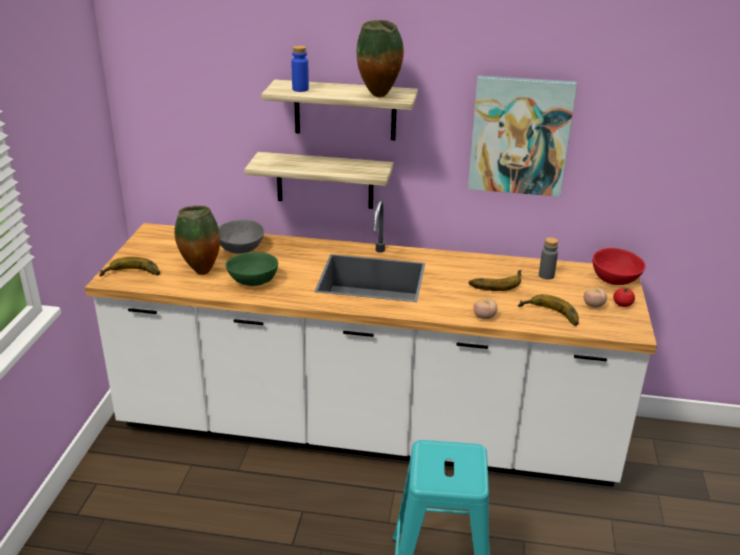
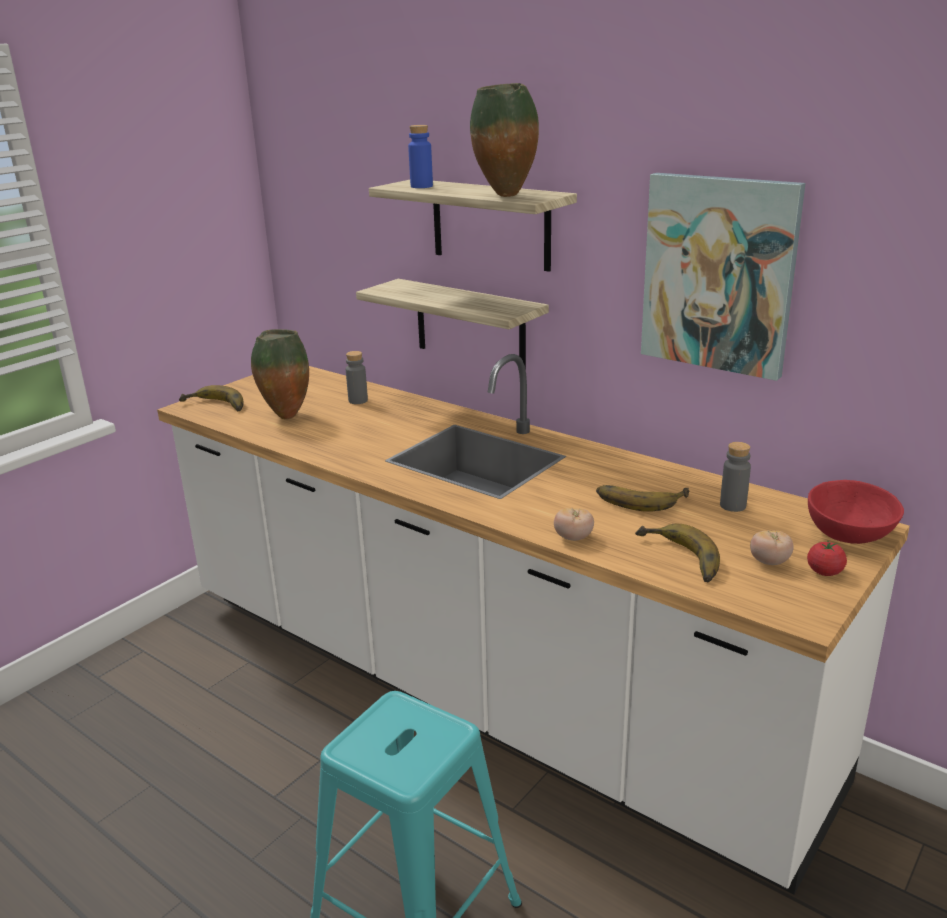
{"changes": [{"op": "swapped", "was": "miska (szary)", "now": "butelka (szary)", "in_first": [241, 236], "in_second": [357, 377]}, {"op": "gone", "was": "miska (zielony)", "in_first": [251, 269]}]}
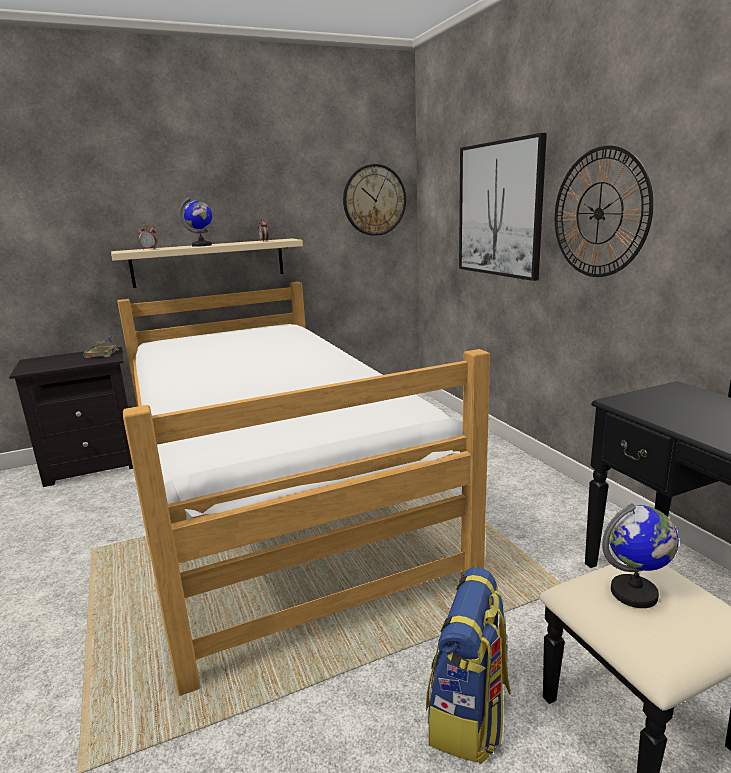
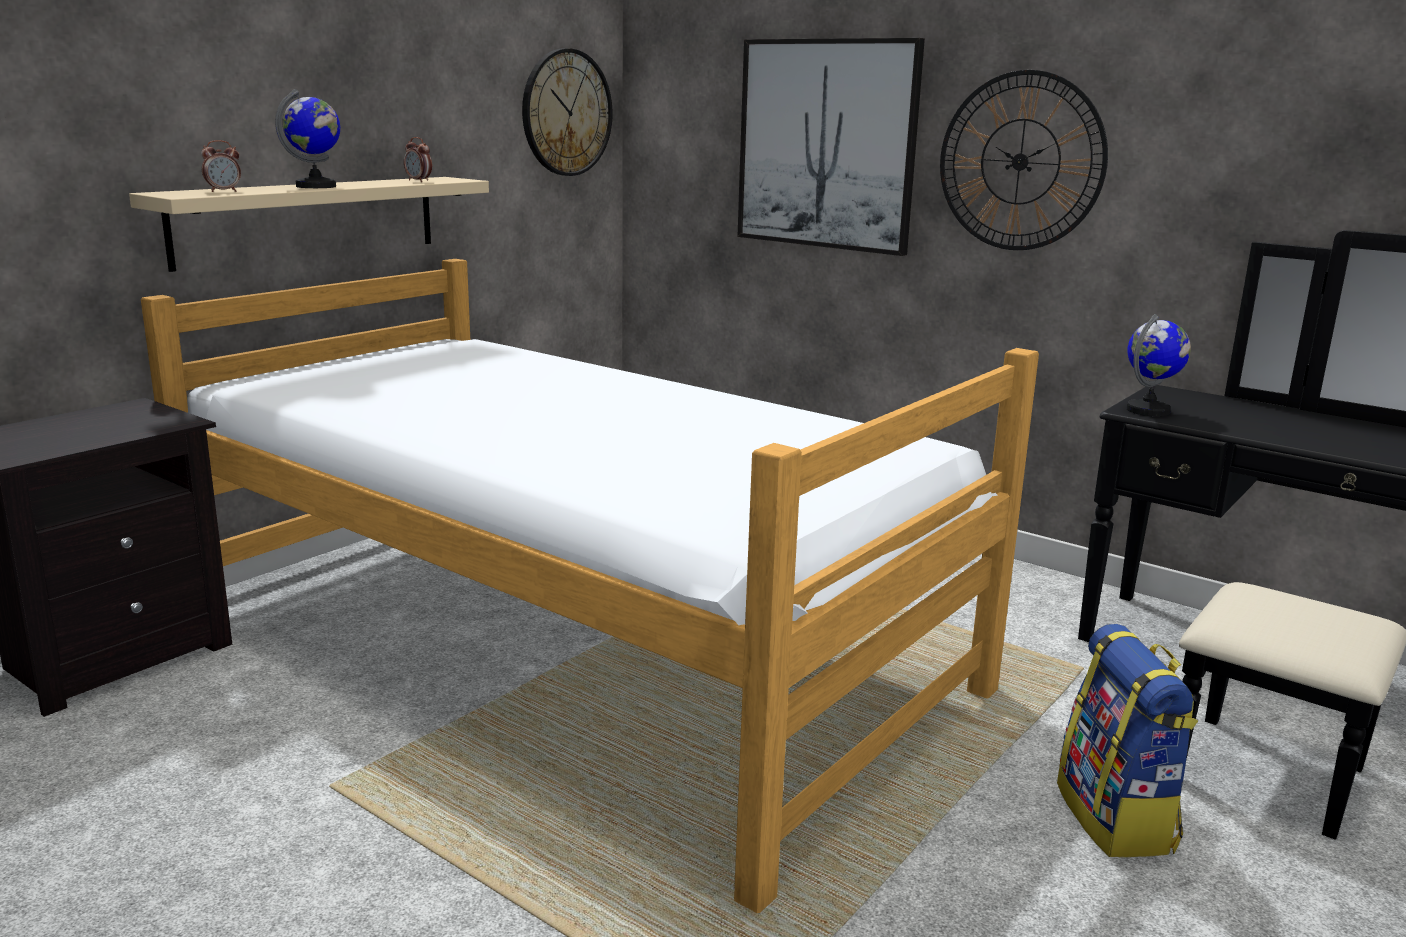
{"changes": [{"op": "gone", "was": "książka", "in_first": [101, 346]}, {"op": "shifted", "was": "globus", "in_first": [640, 555], "in_second": [1159, 365]}]}
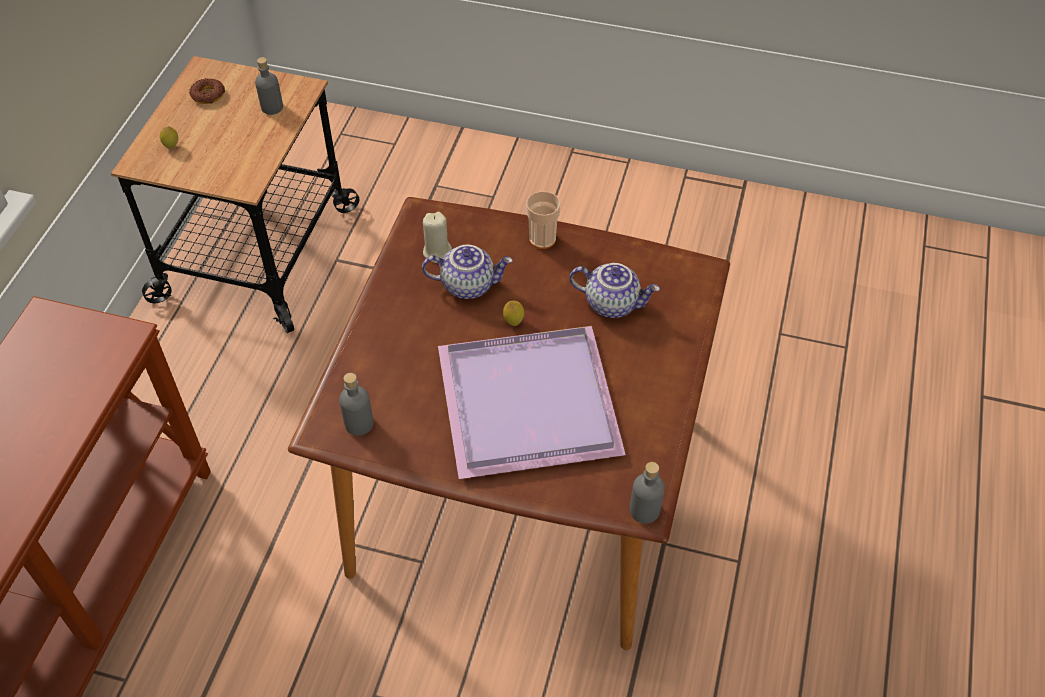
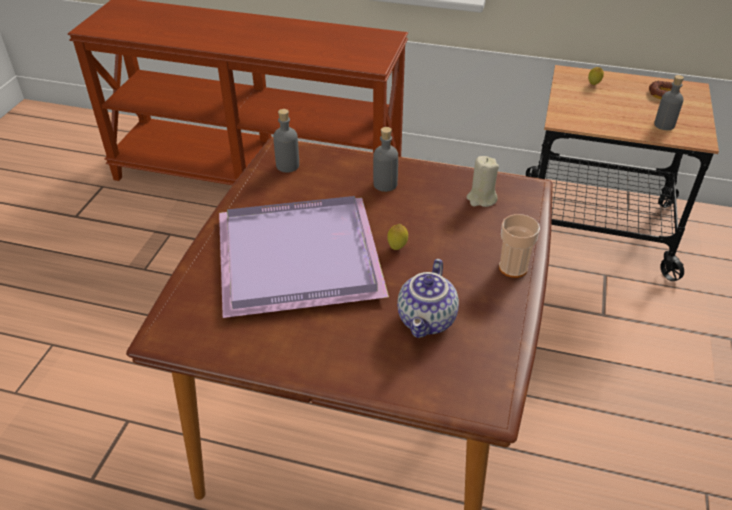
{"changes": [{"op": "gone", "was": "imbryk", "in_first": [467, 272]}, {"op": "shifted", "was": "butelka (szary)", "in_first": [647, 493], "in_second": [385, 159]}]}
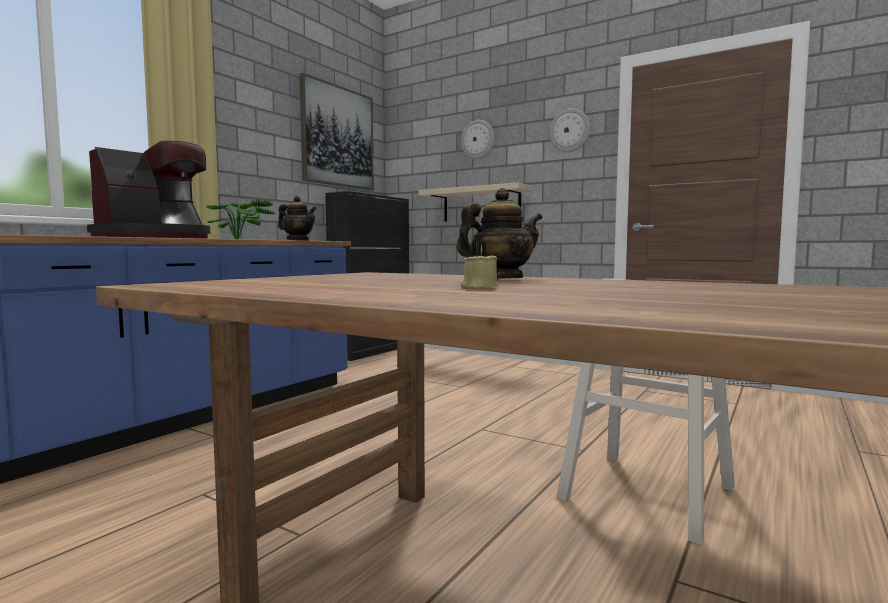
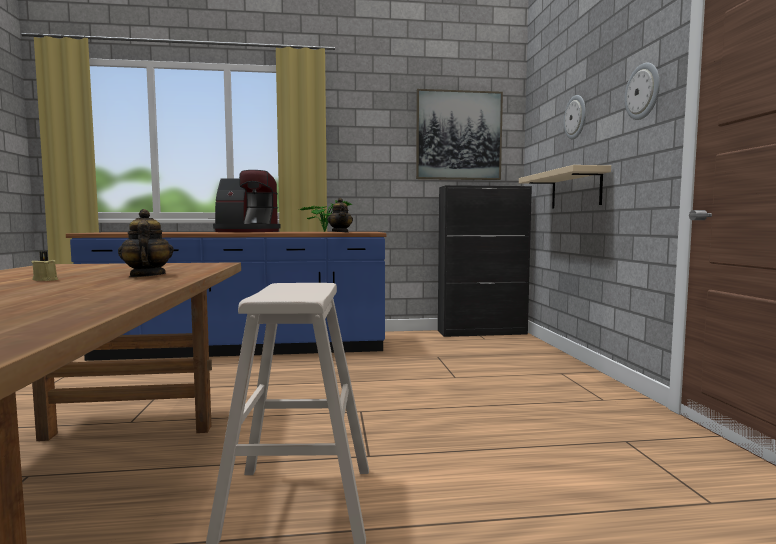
{"changes": [{"op": "rotated", "was": "imbryk", "in_first": [500, 233], "in_second": [146, 243], "clockwise": -135}]}
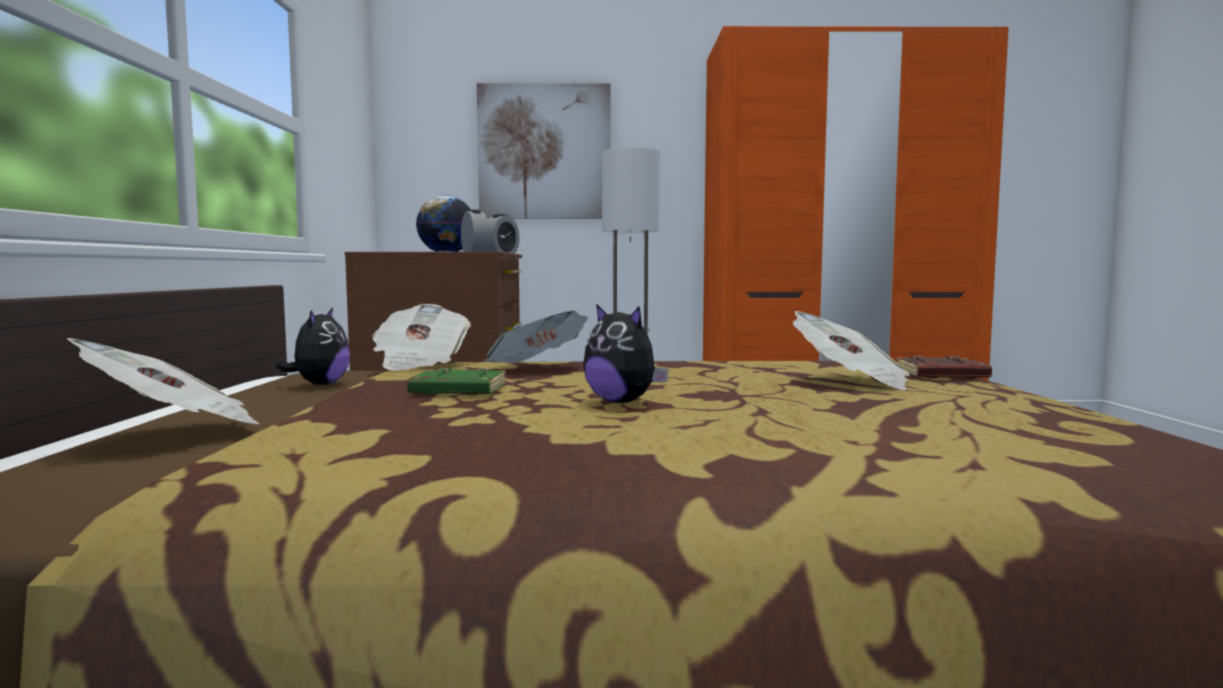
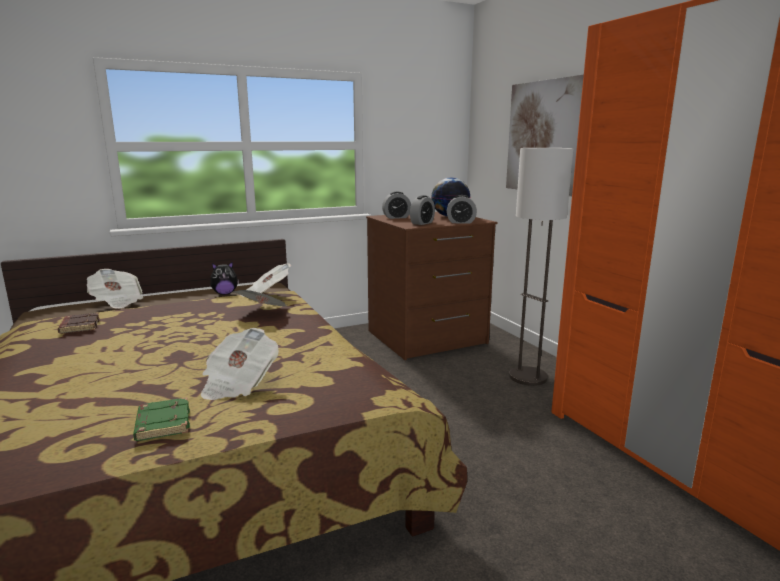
{"changes": [{"op": "gone", "was": "pluszak", "in_first": [626, 353]}, {"op": "shifted", "was": "książka (brązowy)", "in_first": [944, 367], "in_second": [79, 323]}, {"op": "shifted", "was": "książka (zielony)", "in_first": [456, 381], "in_second": [161, 419]}, {"op": "new", "now": "budzik", "in_second": [396, 205]}]}
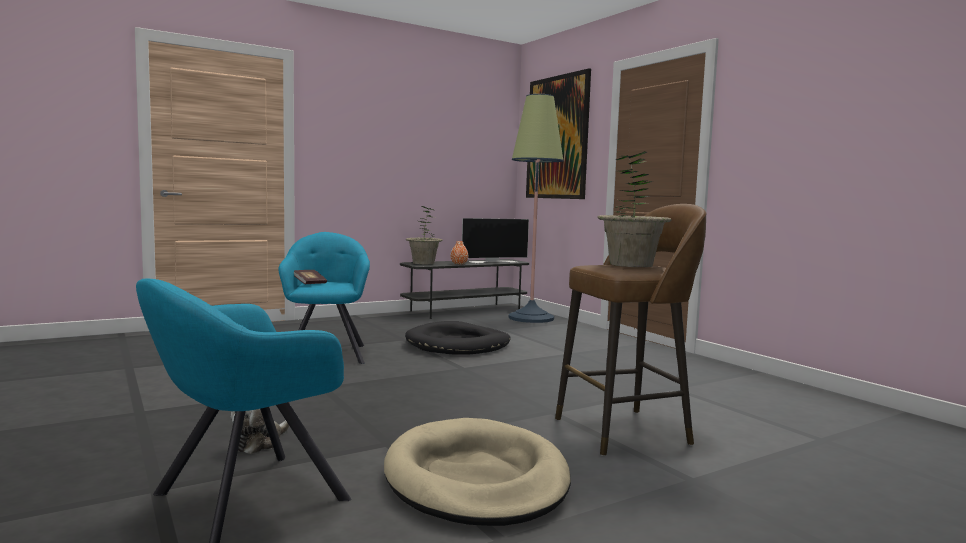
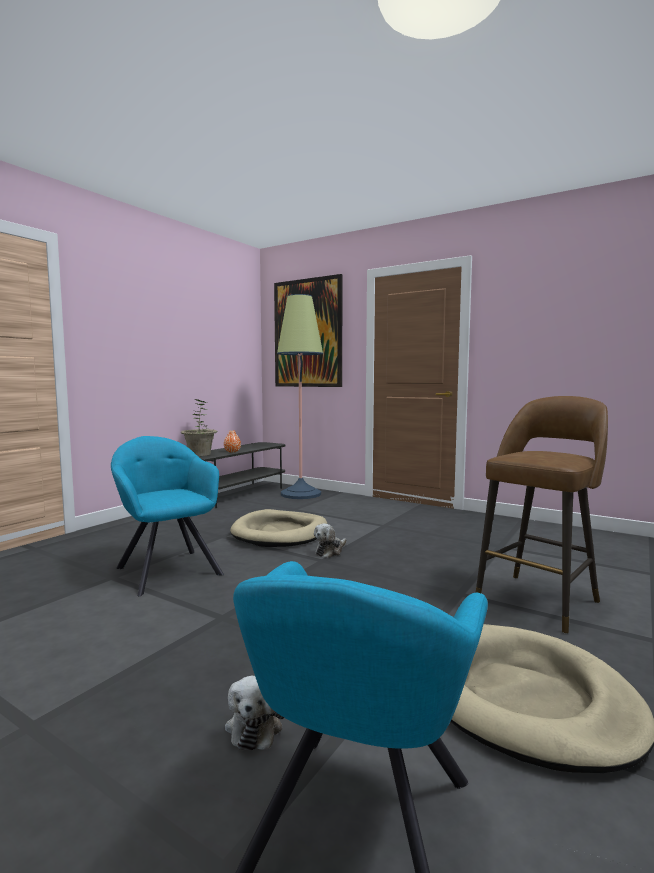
{"changes": [{"op": "gone", "was": "roślina doniczkowa", "in_first": [634, 209]}, {"op": "gone", "was": "telewizor", "in_first": [495, 240]}, {"op": "gone", "was": "książka", "in_first": [310, 277]}, {"op": "repainted", "was": "legowisko (czarny)", "now": "legowisko (beżowy)", "in_first": [458, 338], "in_second": [278, 528]}, {"op": "new", "now": "pluszak", "in_second": [330, 541]}]}
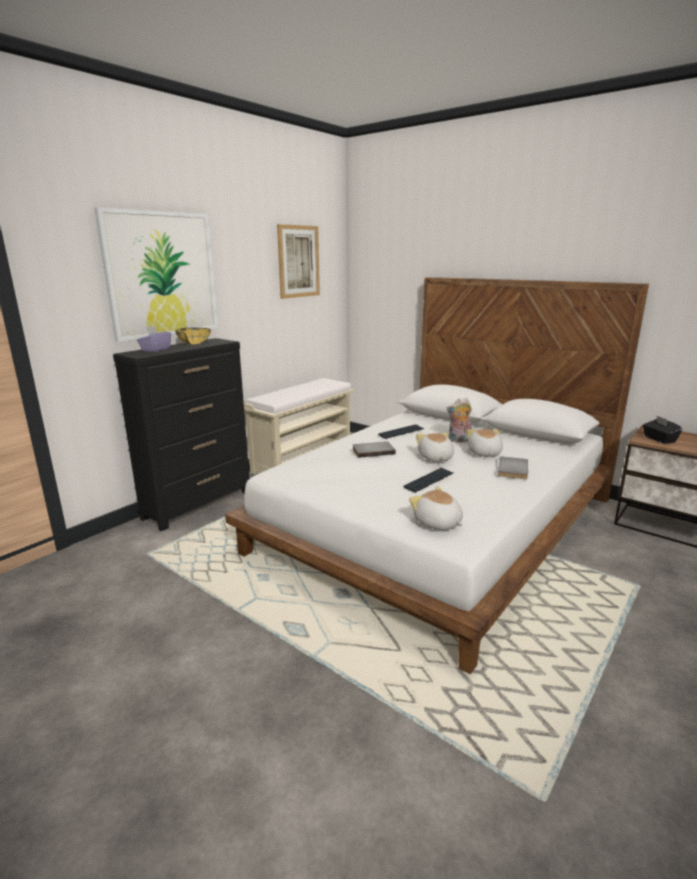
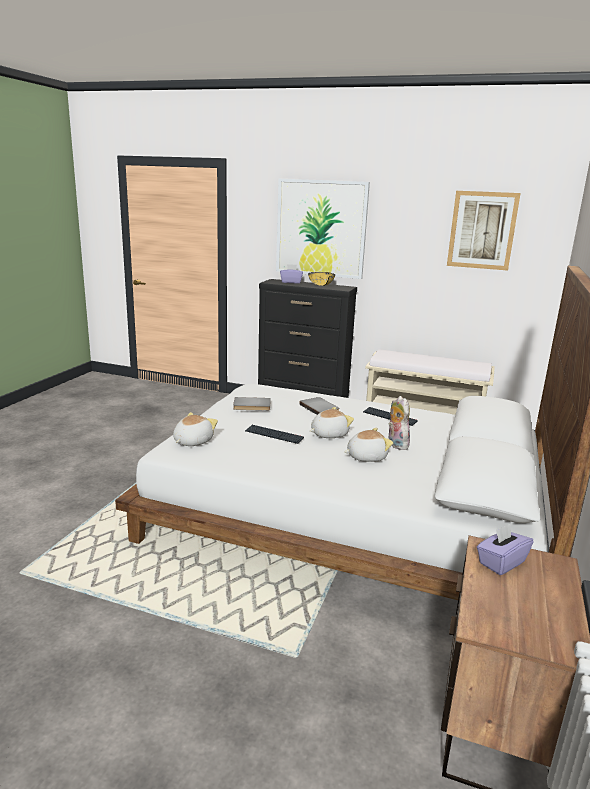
{"changes": [{"op": "repainted", "was": "pudełko chusteczek (czarny)", "now": "pudełko chusteczek (fioletowy)", "in_first": [663, 429], "in_second": [505, 549]}, {"op": "shifted", "was": "książka (szary)", "in_first": [513, 467], "in_second": [252, 404]}]}
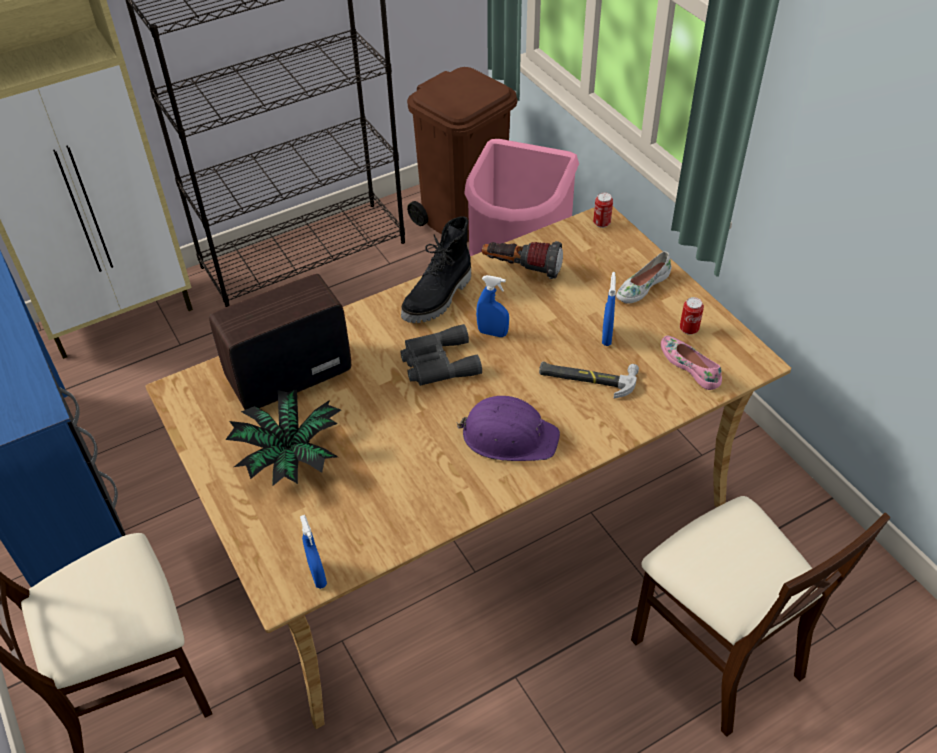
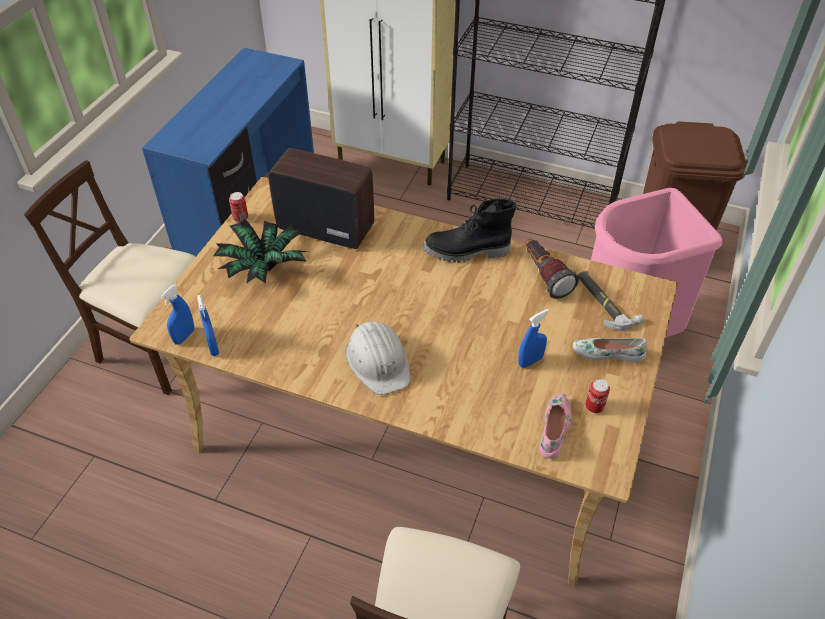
{"changes": [{"op": "shifted", "was": "puszka", "in_first": [603, 210], "in_second": [238, 207]}, {"op": "shifted", "was": "spryskiwacz (niebieski)", "in_first": [492, 306], "in_second": [208, 325]}, {"op": "gone", "was": "lornetka (szary)", "in_first": [441, 355]}, {"op": "shifted", "was": "młotek", "in_first": [589, 380], "in_second": [611, 301]}, {"op": "repainted", "was": "kask (fioletowy)", "now": "kask (biały)", "in_first": [508, 428], "in_second": [378, 358]}]}
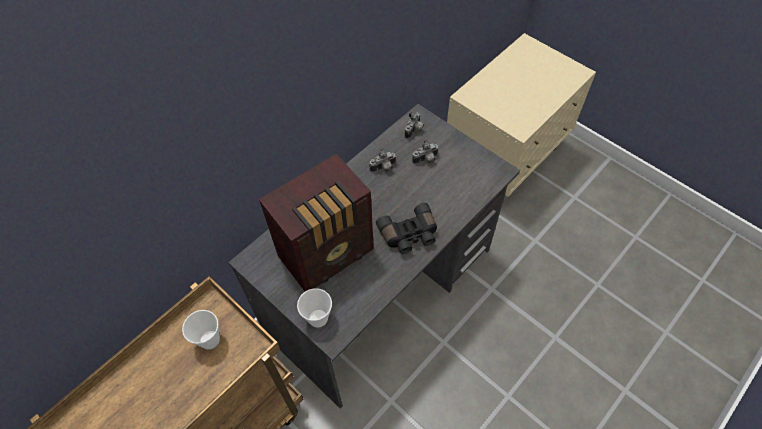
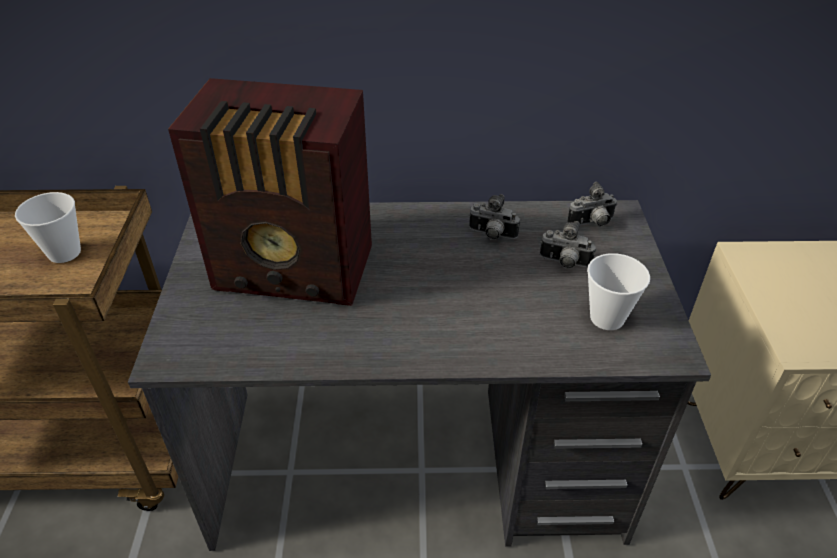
{"changes": [{"op": "gone", "was": "lornetka (czarny)", "in_first": [406, 228]}, {"op": "shifted", "was": "filiżanka", "in_first": [314, 308], "in_second": [618, 291]}]}
